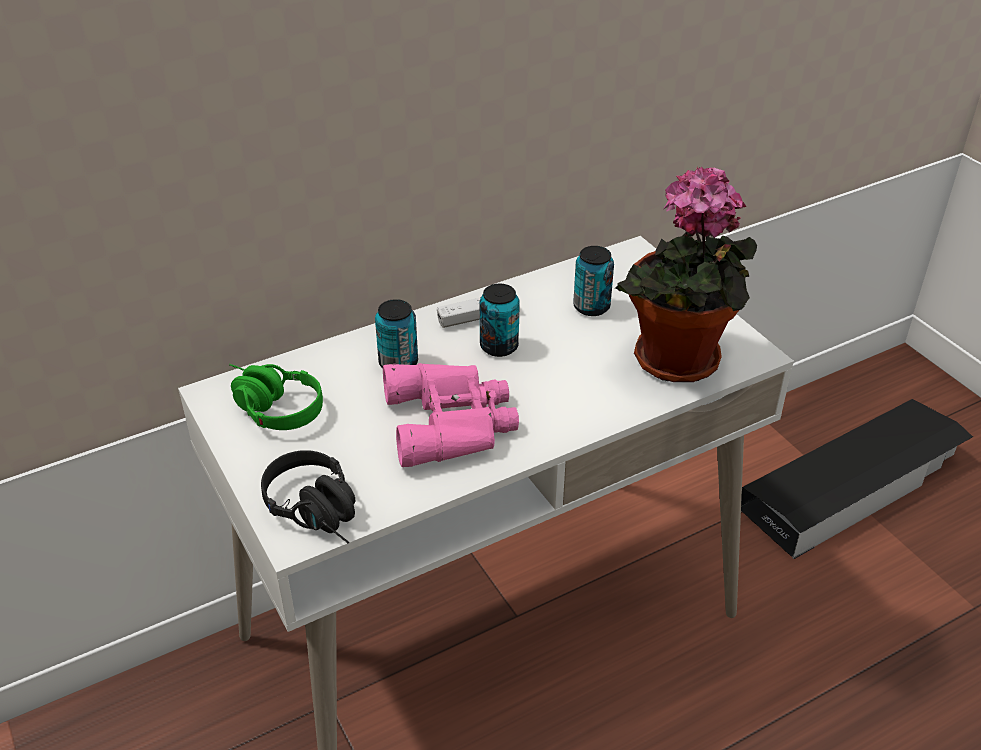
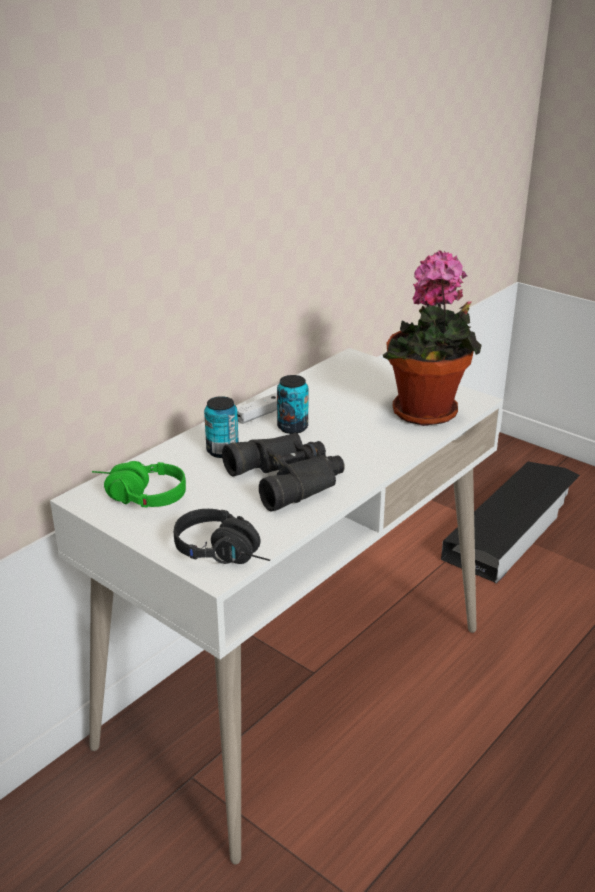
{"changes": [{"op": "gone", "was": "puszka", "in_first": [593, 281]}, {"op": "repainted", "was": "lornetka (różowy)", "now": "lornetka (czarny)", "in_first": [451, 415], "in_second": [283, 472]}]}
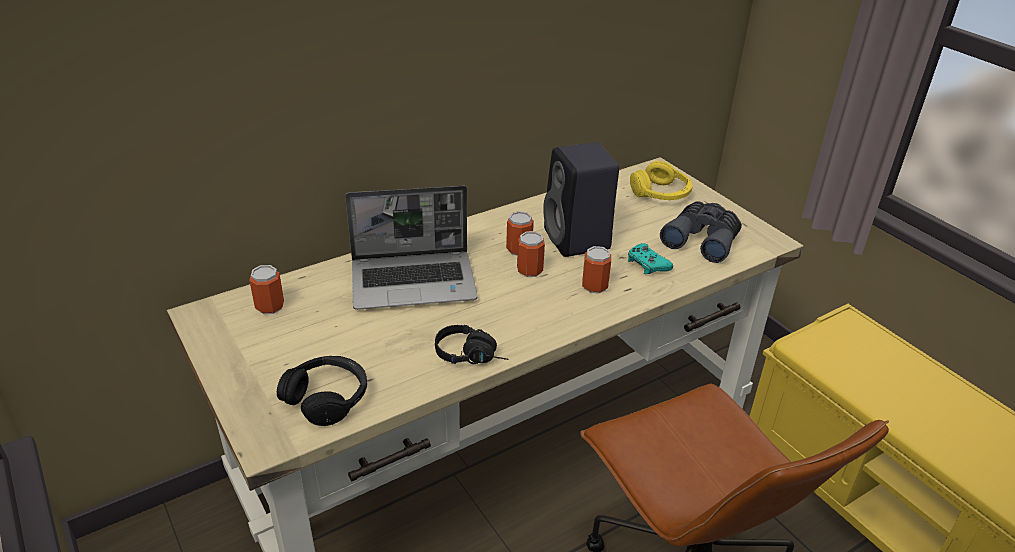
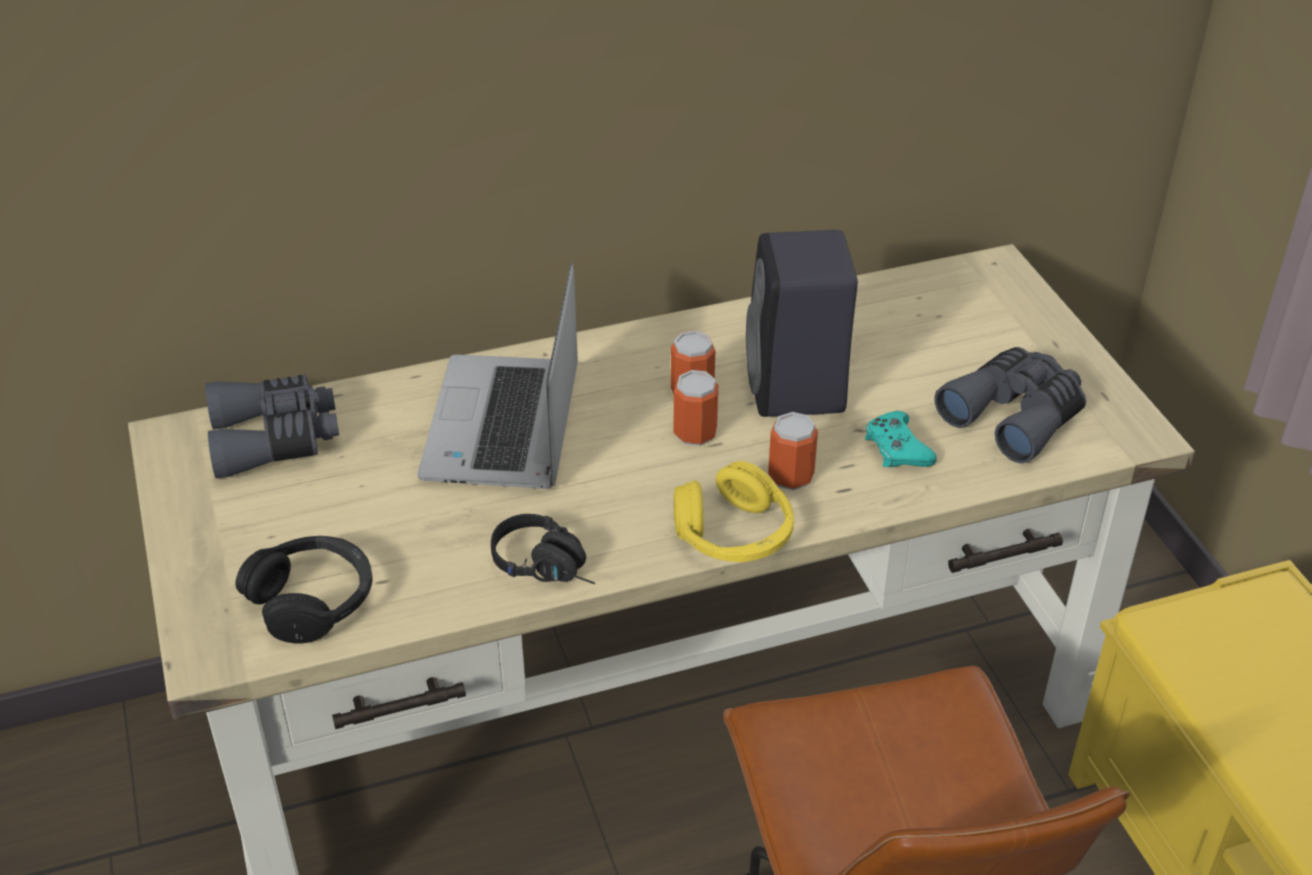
{"changes": [{"op": "shifted", "was": "słuchawki (żółty)", "in_first": [661, 180], "in_second": [733, 511]}, {"op": "rotated", "was": "laptop", "in_first": [411, 247], "in_second": [498, 376], "clockwise": 90}, {"op": "swapped", "was": "puszka", "now": "lornetka (szary)", "in_first": [266, 289], "in_second": [272, 427]}]}
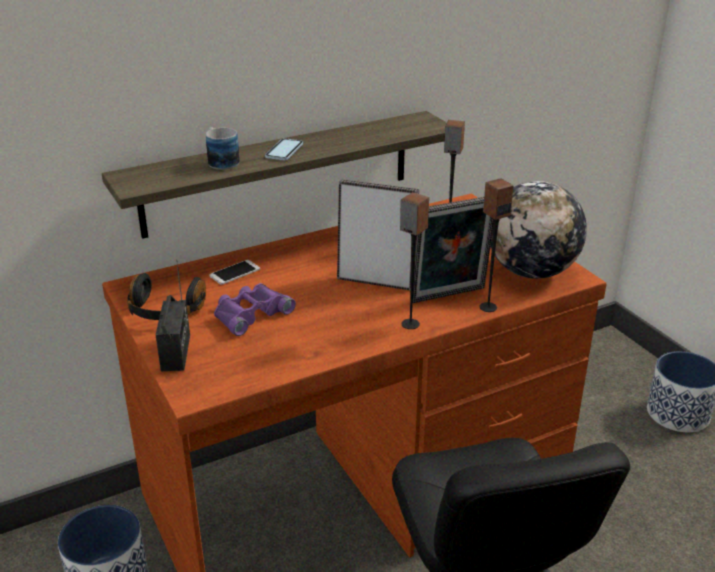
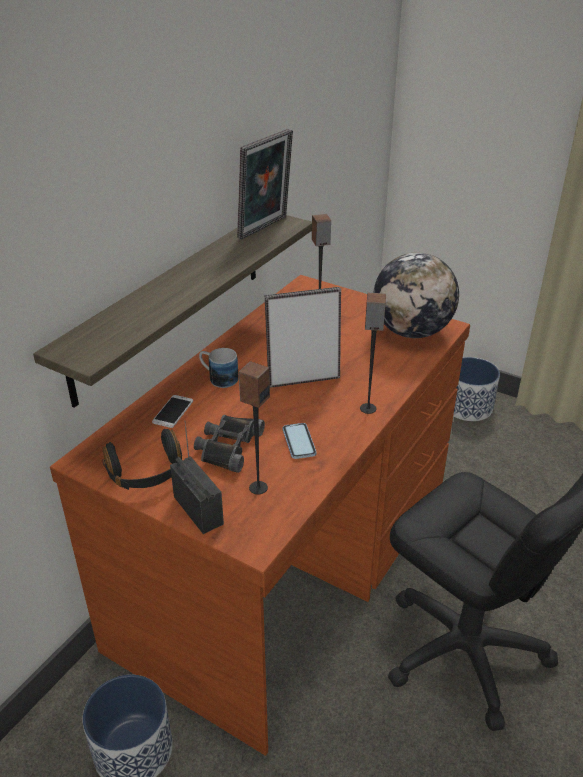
{"changes": [{"op": "shifted", "was": "kubek", "in_first": [223, 148], "in_second": [219, 368]}, {"op": "shifted", "was": "telefon", "in_first": [284, 149], "in_second": [300, 441]}, {"op": "shifted", "was": "głośnik", "in_first": [496, 245], "in_second": [254, 428]}, {"op": "shifted", "was": "ramka na zdjęcie", "in_first": [453, 250], "in_second": [265, 184]}, {"op": "repainted", "was": "lornetka (fioletowy)", "now": "lornetka (czarny)", "in_first": [255, 309], "in_second": [229, 444]}]}
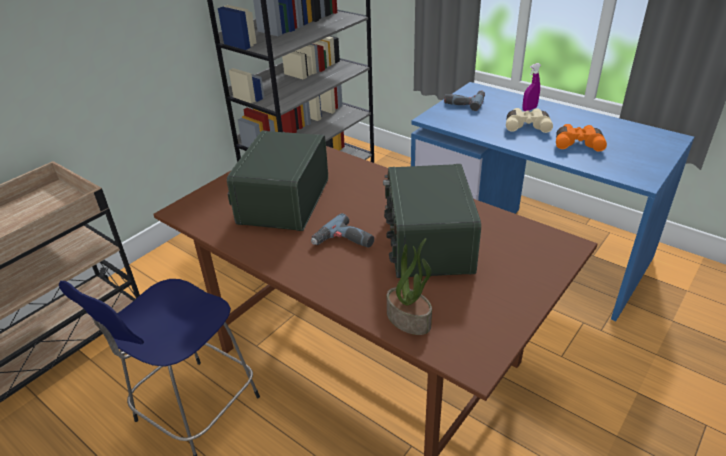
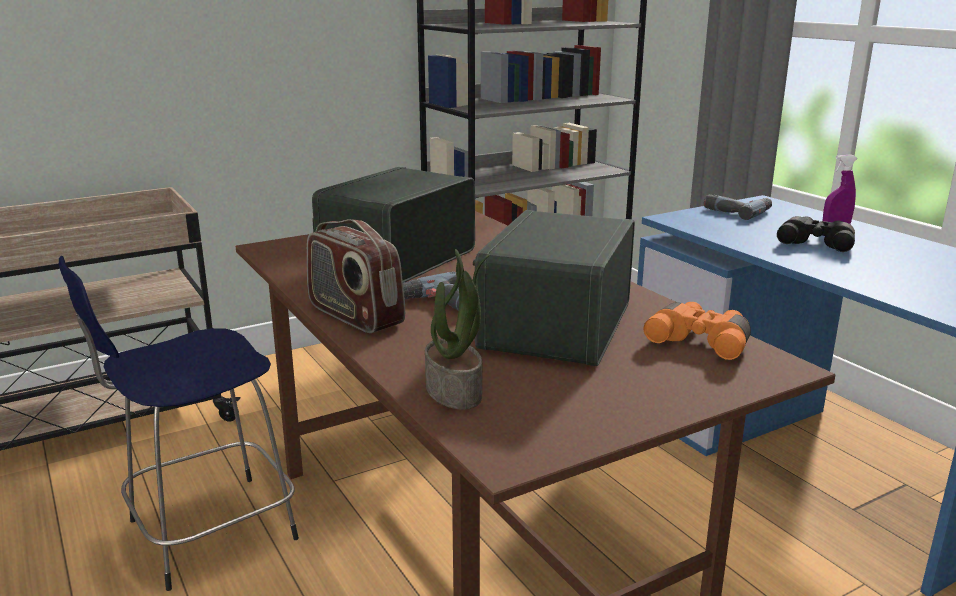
{"changes": [{"op": "repainted", "was": "lornetka (beżowy)", "now": "lornetka (czarny)", "in_first": [529, 120], "in_second": [816, 234]}, {"op": "shifted", "was": "lornetka (pomarańczowy)", "in_first": [581, 138], "in_second": [697, 331]}, {"op": "new", "now": "radio", "in_second": [356, 276]}]}
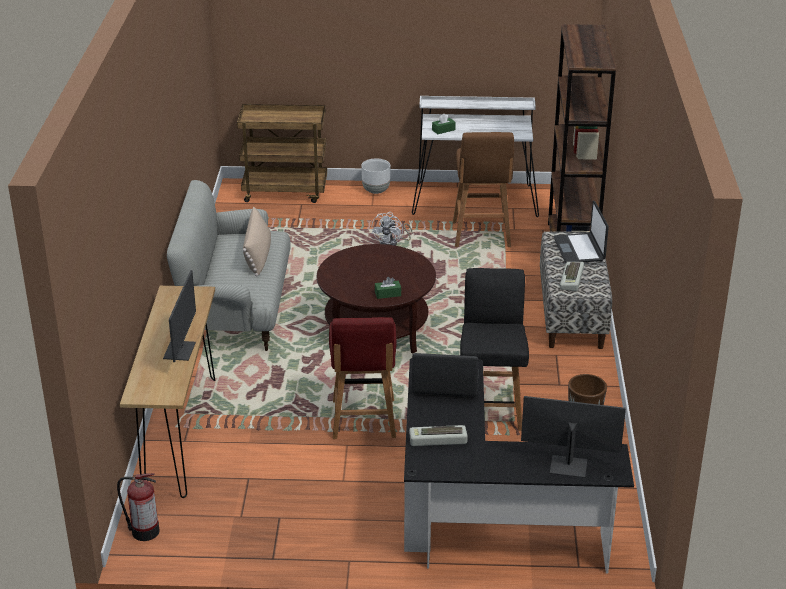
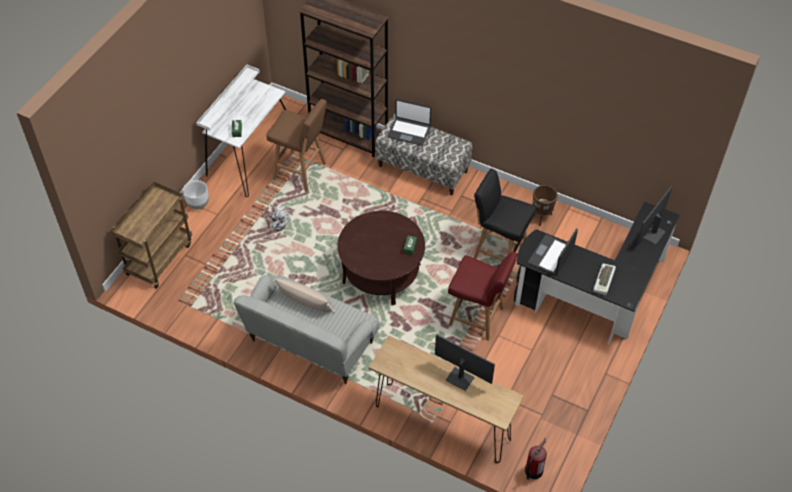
{"changes": [{"op": "gone", "was": "klawiatura", "in_first": [572, 276]}]}
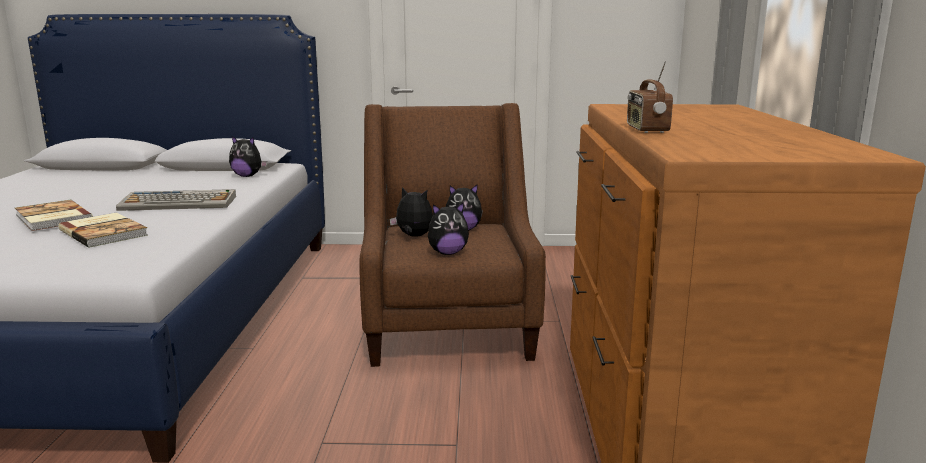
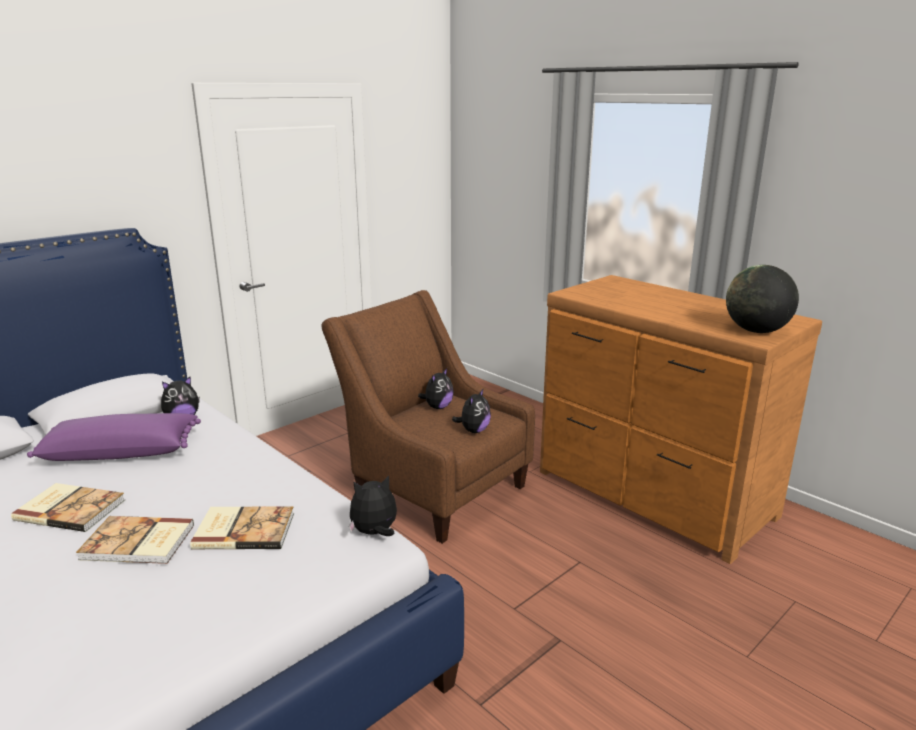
{"changes": [{"op": "gone", "was": "radio", "in_first": [650, 96]}, {"op": "shifted", "was": "pluszak", "in_first": [411, 212], "in_second": [373, 506]}, {"op": "gone", "was": "klawiatura", "in_first": [176, 200]}, {"op": "new", "now": "globus", "in_second": [762, 299]}, {"op": "new", "now": "poduszka (fioletowy)", "in_second": [114, 437]}, {"op": "new", "now": "książka", "in_second": [68, 507]}]}
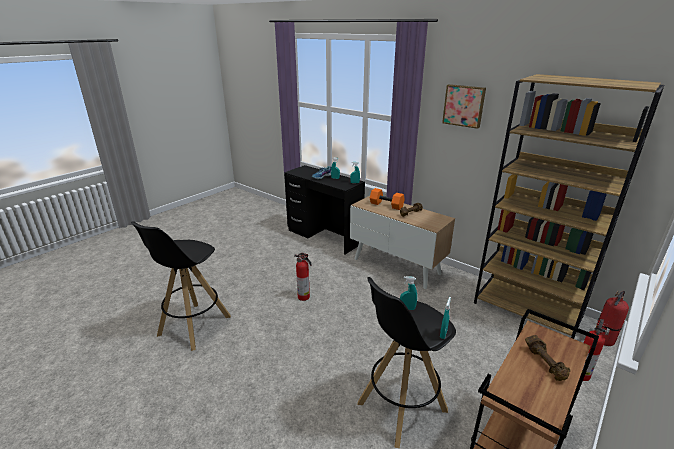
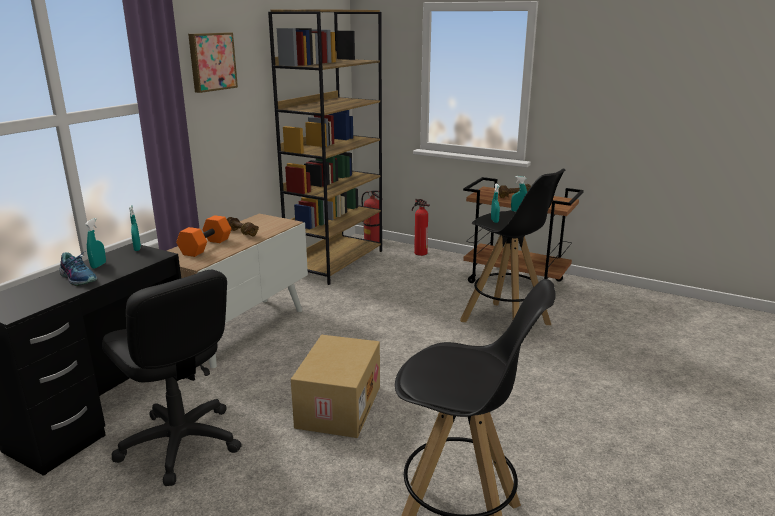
{"changes": [{"op": "swapped", "was": "gaśnica", "now": "karton", "in_first": [303, 277], "in_second": [335, 386]}, {"op": "new", "now": "krzesło biurowe (czarny)", "in_second": [172, 378]}]}
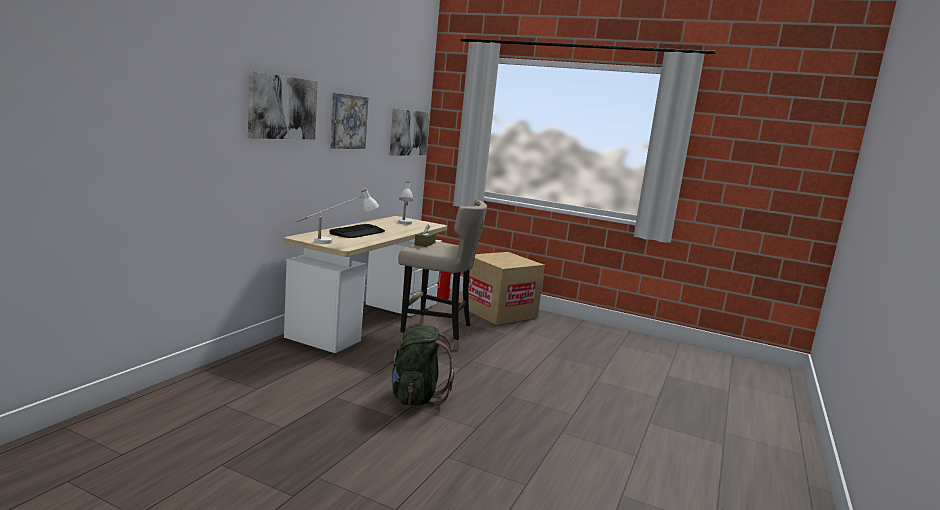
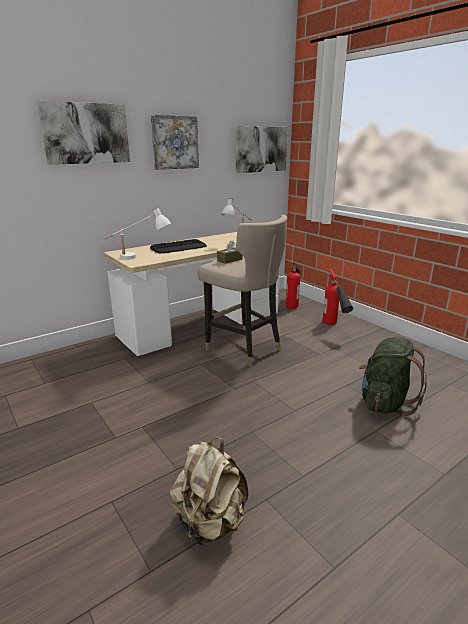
{"changes": [{"op": "swapped", "was": "karton", "now": "gaśnica", "in_first": [503, 288], "in_second": [338, 297]}, {"op": "shifted", "was": "plecak (zielony)", "in_first": [420, 366], "in_second": [393, 376]}, {"op": "new", "now": "plecak (beżowy)", "in_second": [209, 492]}]}
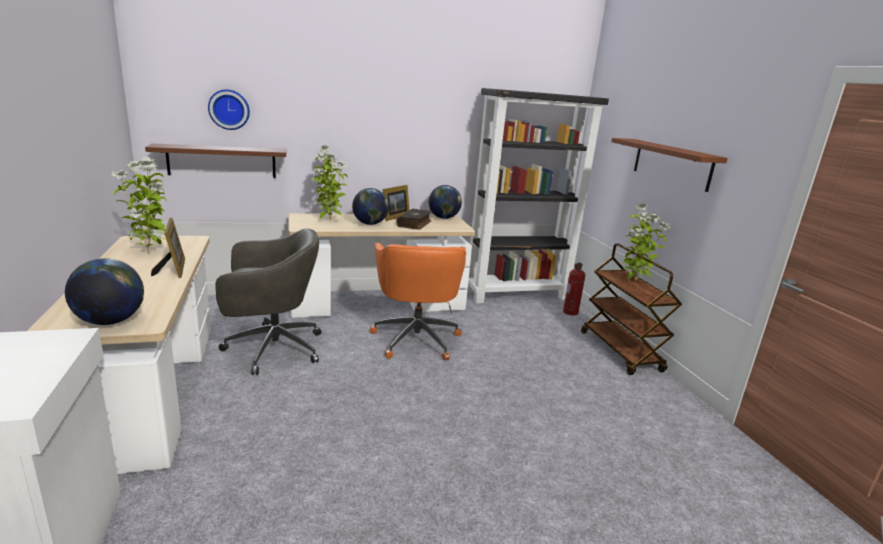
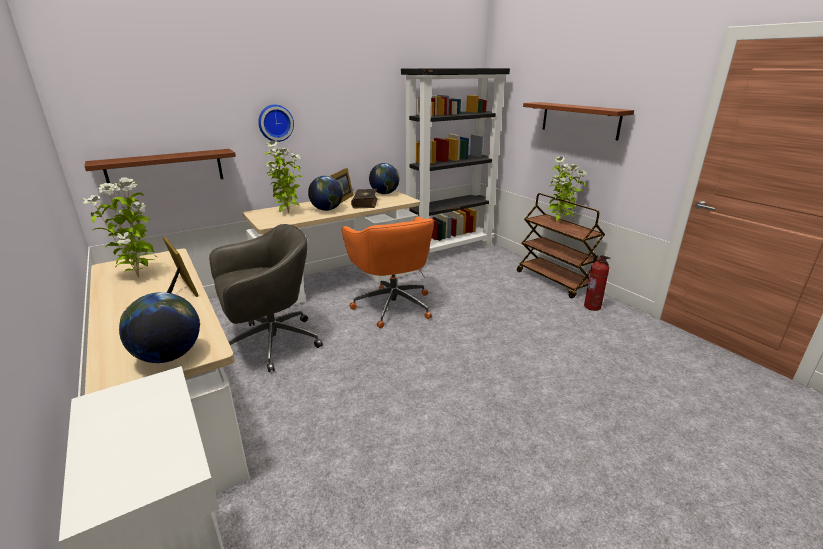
{"changes": [{"op": "shifted", "was": "zegar ścienny", "in_first": [229, 109], "in_second": [276, 123]}, {"op": "shifted", "was": "gaśnica", "in_first": [574, 289], "in_second": [597, 283]}]}
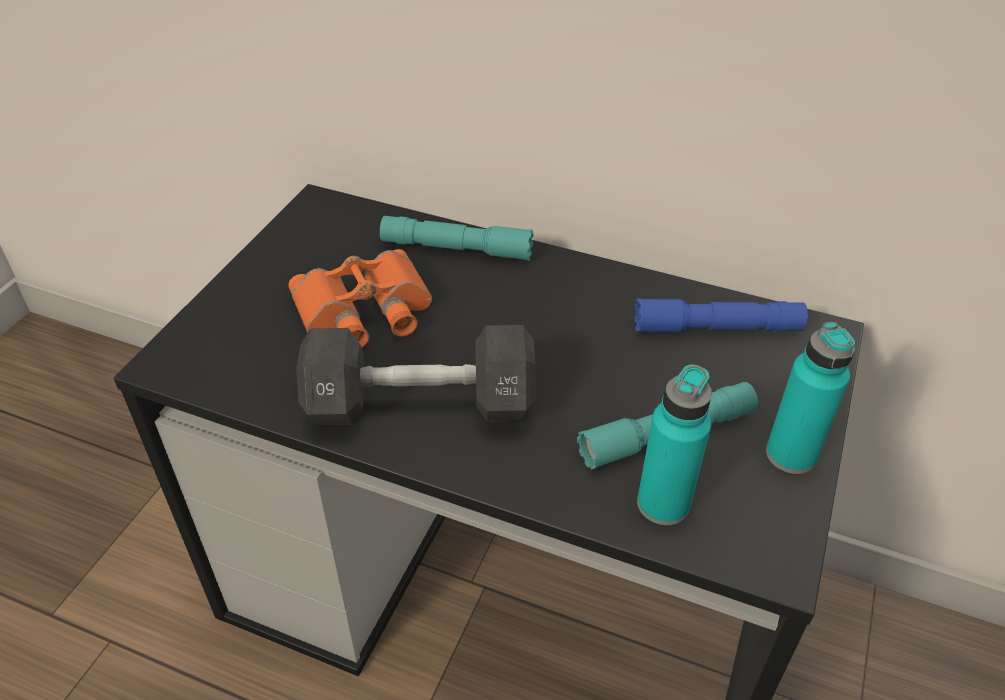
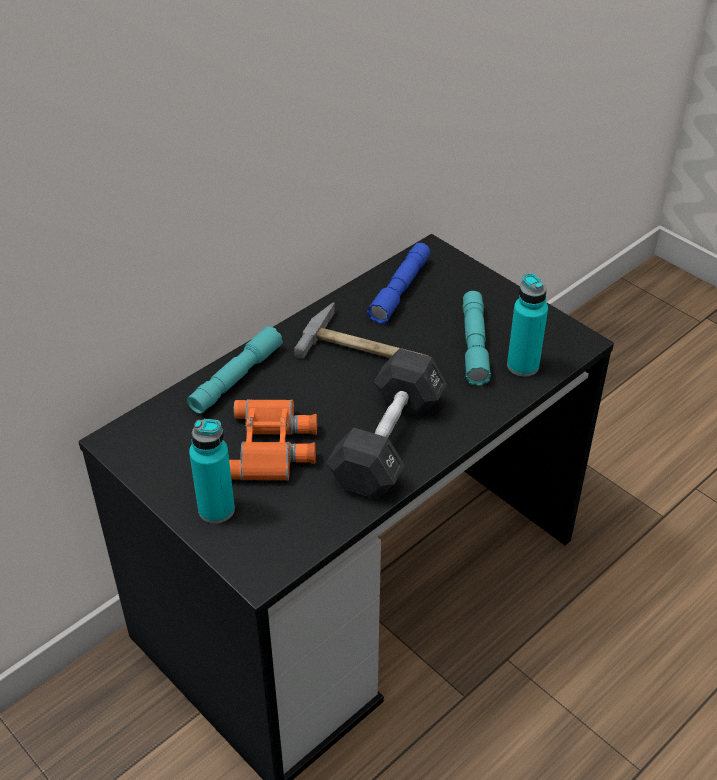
{"changes": [{"op": "shifted", "was": "butelka (turkusowy)", "in_first": [810, 398], "in_second": [212, 471]}, {"op": "new", "now": "młotek", "in_second": [361, 330]}]}
